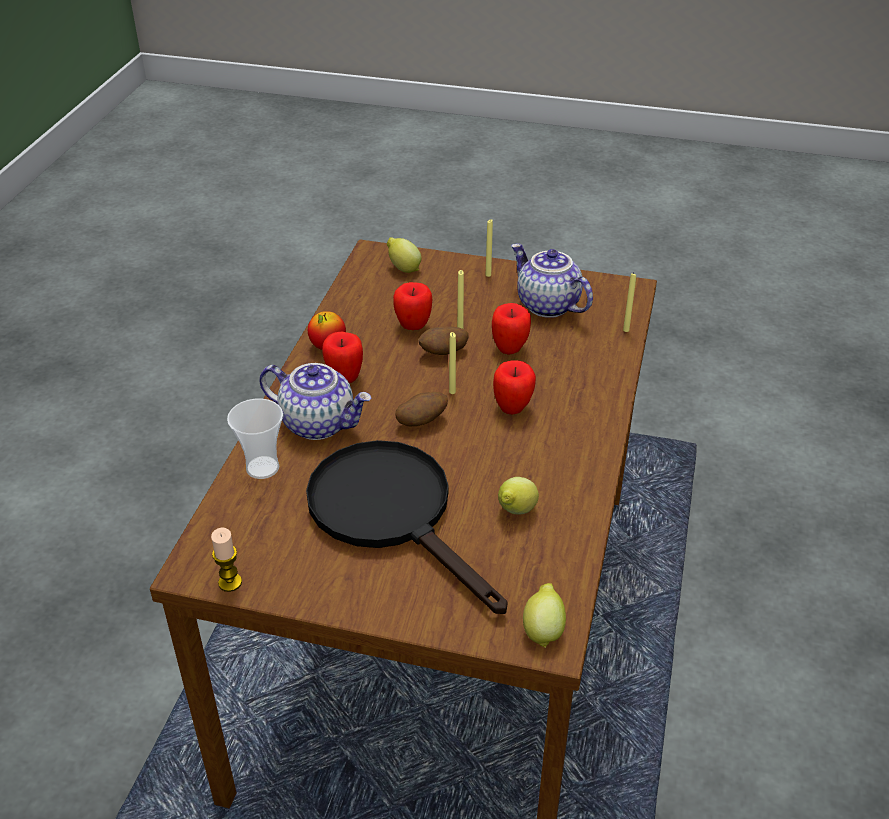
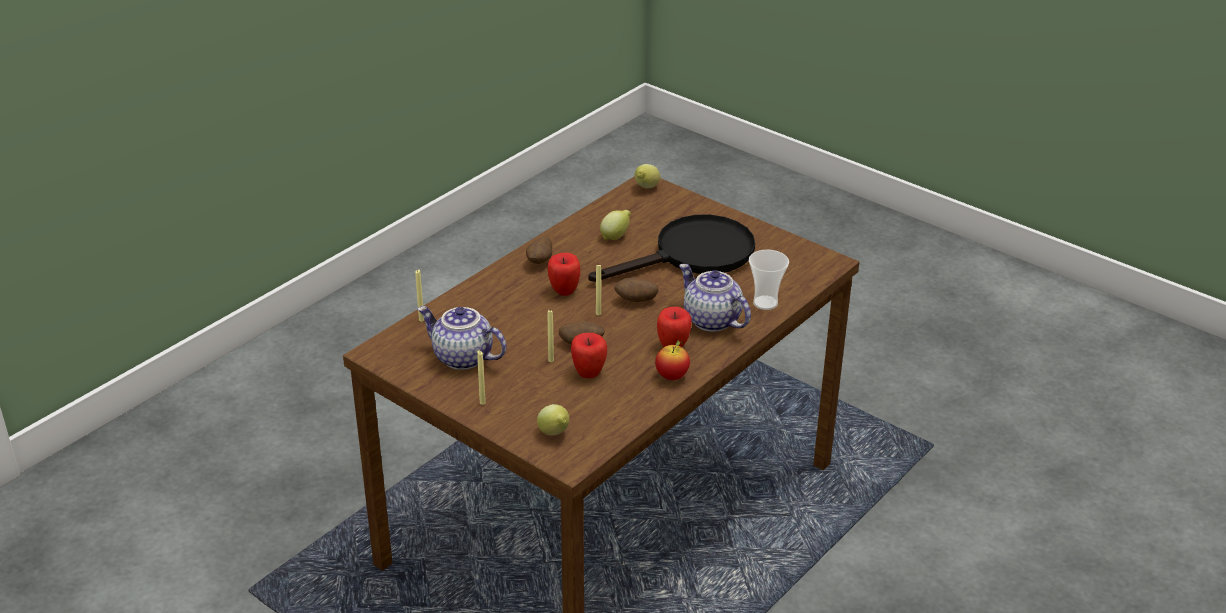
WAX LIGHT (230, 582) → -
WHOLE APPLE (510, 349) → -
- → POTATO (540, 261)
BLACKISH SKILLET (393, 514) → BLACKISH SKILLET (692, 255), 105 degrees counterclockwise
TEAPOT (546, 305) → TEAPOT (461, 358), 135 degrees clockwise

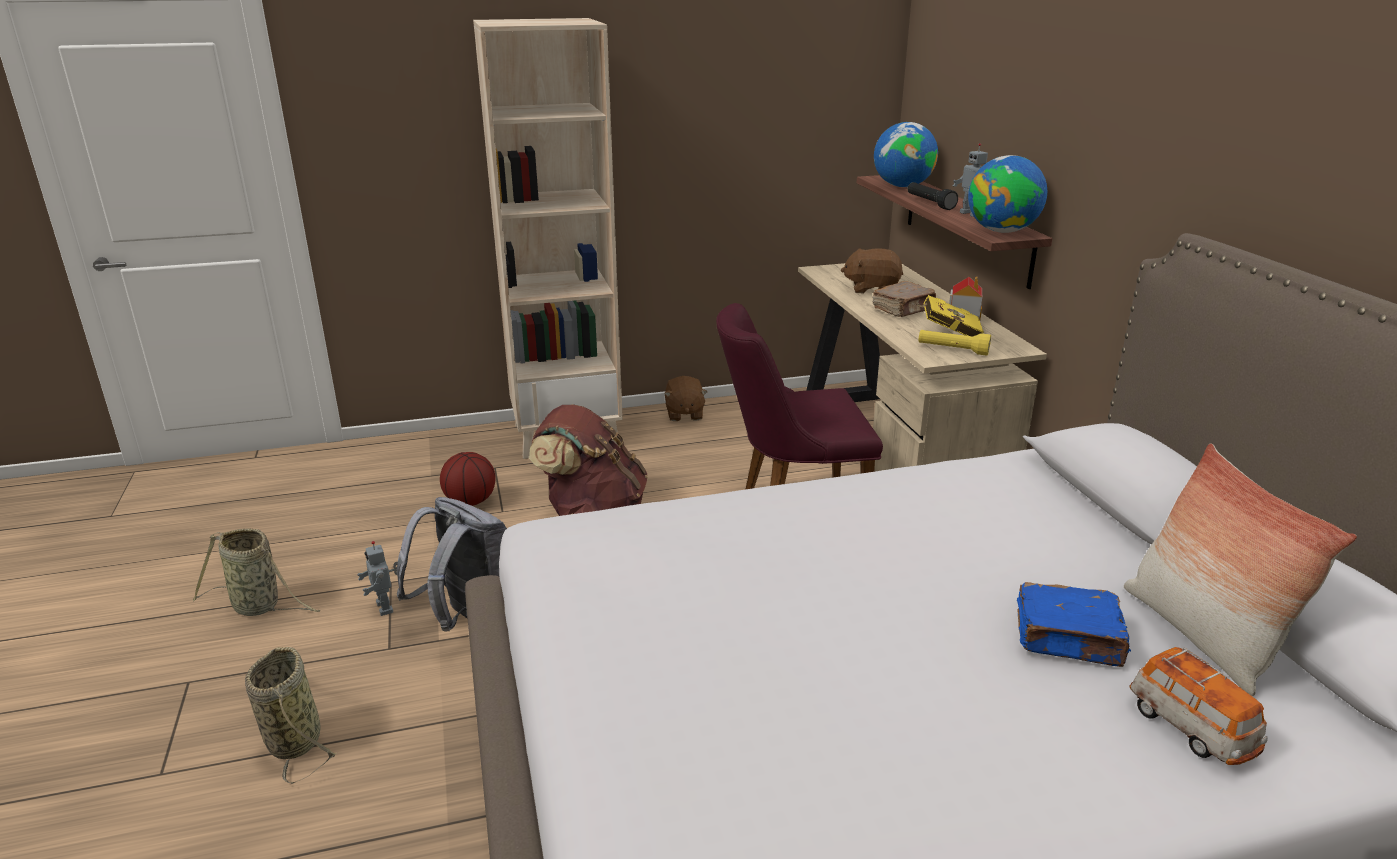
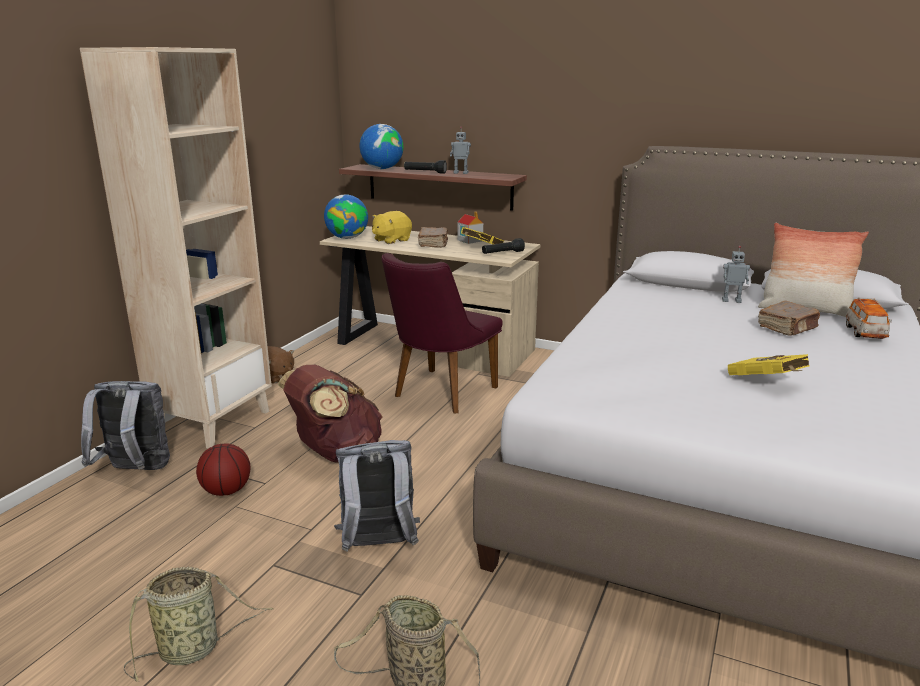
- → GRAY RUCKSACK (135, 471)
- → YELLOW-COLOURED VOLUME (767, 383)
MODEL ROBOT (386, 607) → MODEL ROBOT (731, 300), relocated
DESK GLOBE (1002, 231) → DESK GLOBE (347, 238), relocated
BROWN-COLOURED CUDDLY TOY (872, 289) → YELLOW-COLOURED CUDDLY TOY (391, 240)
YELLOW-COLOURED FLASHLIGHT (952, 350) → BLACKISH FLASHLIGHT (502, 253)
BLUE VOLUME (1069, 640) → BROWN-COLOURED VOLUME (787, 328)
MINIATURE CAR (1191, 728) → MINIATURE CAR (864, 333), 90 degrees clockwise

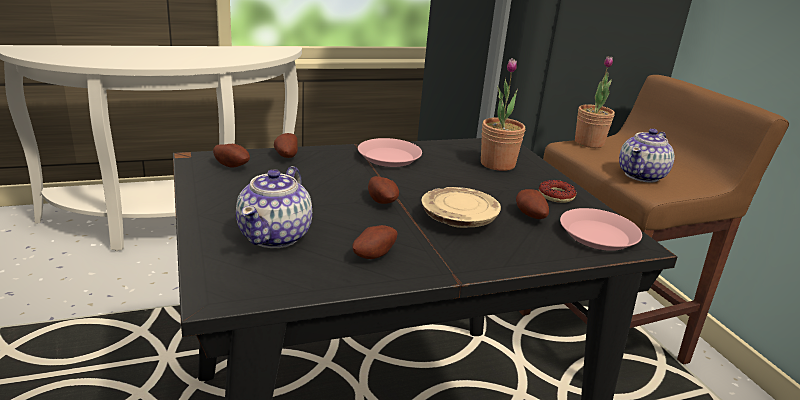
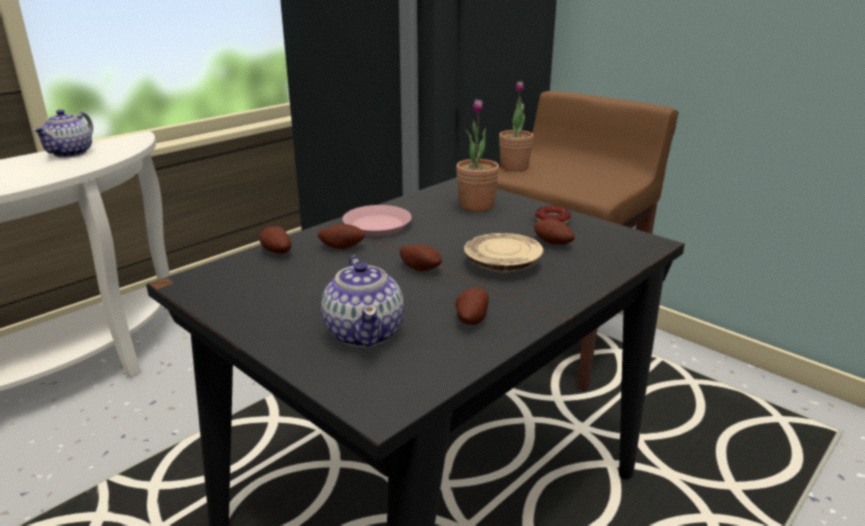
PINK-COLOURED DINNER PLATE (597, 235) → -
POTATO (232, 165) → POTATO (342, 247), relocated
TEAPOT (642, 175) → TEAPOT (71, 153), relocated

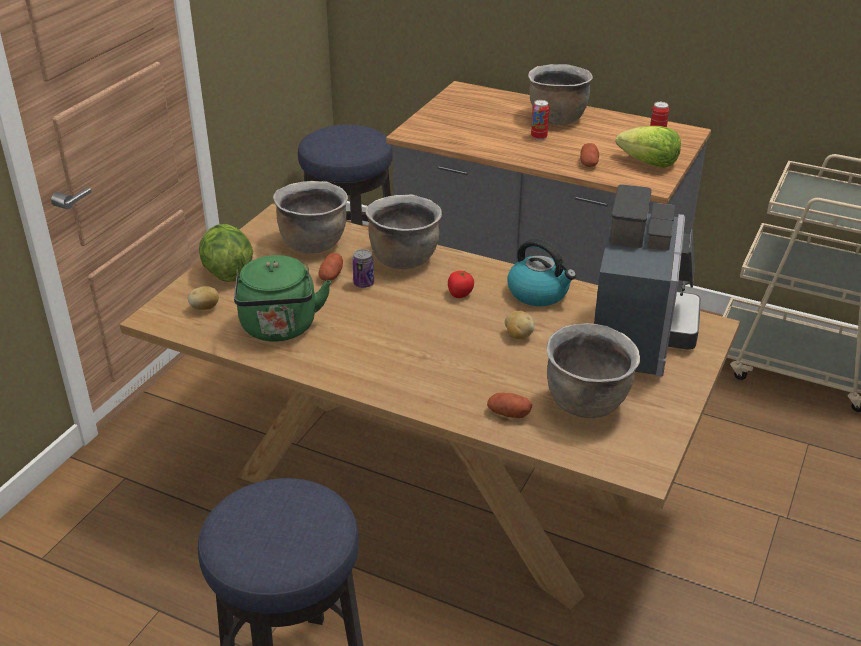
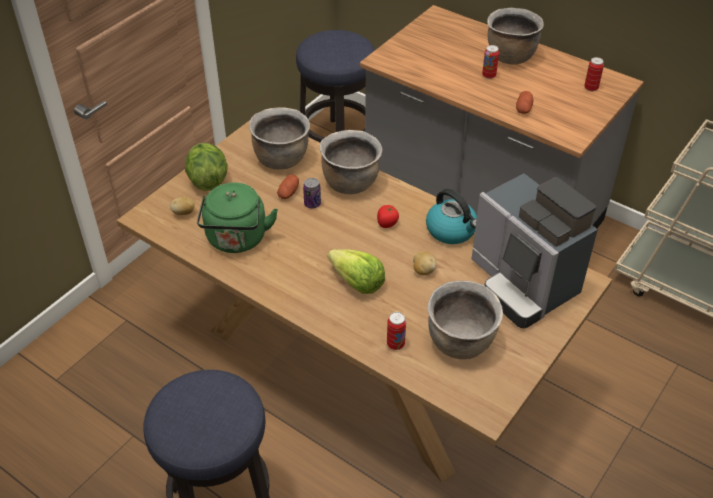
LETTUCE HEAD (648, 163) → LETTUCE HEAD (356, 283), relocated
POTATO (508, 414) → CAN (395, 344)
COFFEE BREWER (640, 336) → COFFEE BREWER (523, 284), 120 degrees clockwise

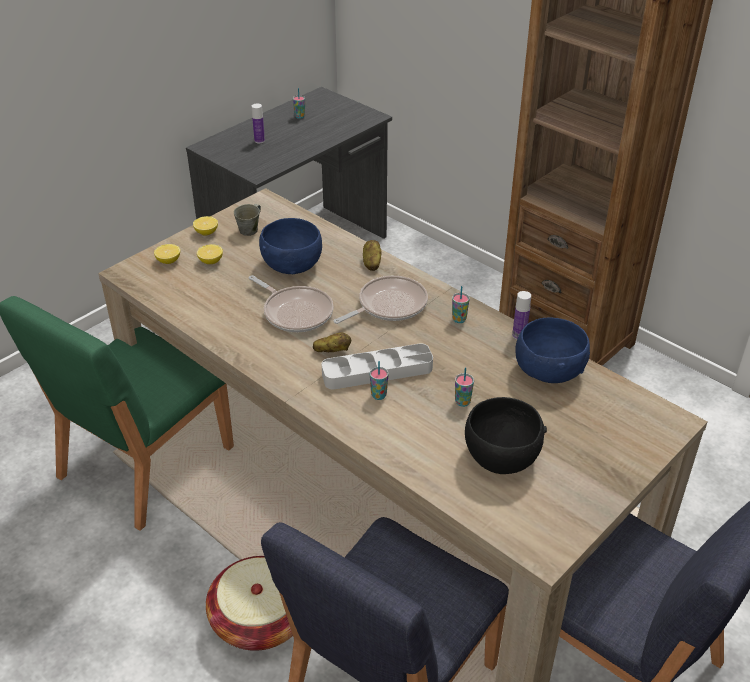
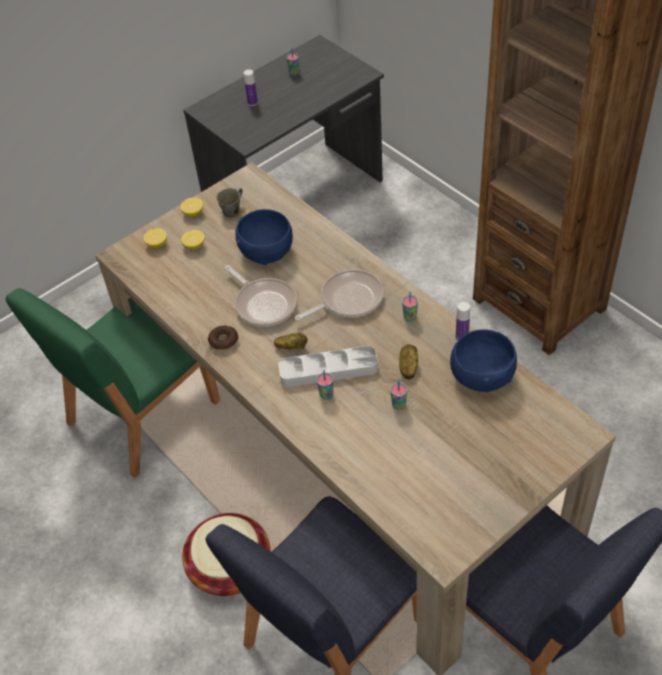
BLACKISH SERVING BOWL (501, 457) → -
- → RING DOUGHNUT (224, 341)
POTATO (371, 263) → POTATO (408, 367), relocated

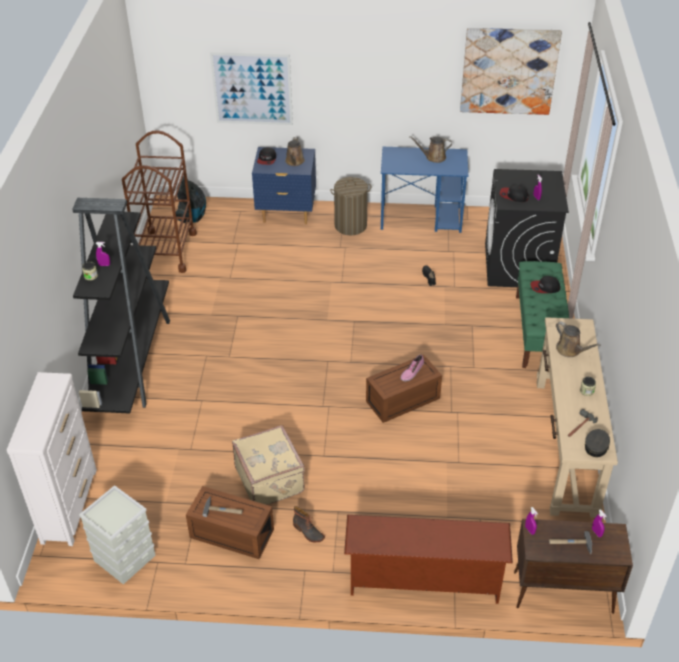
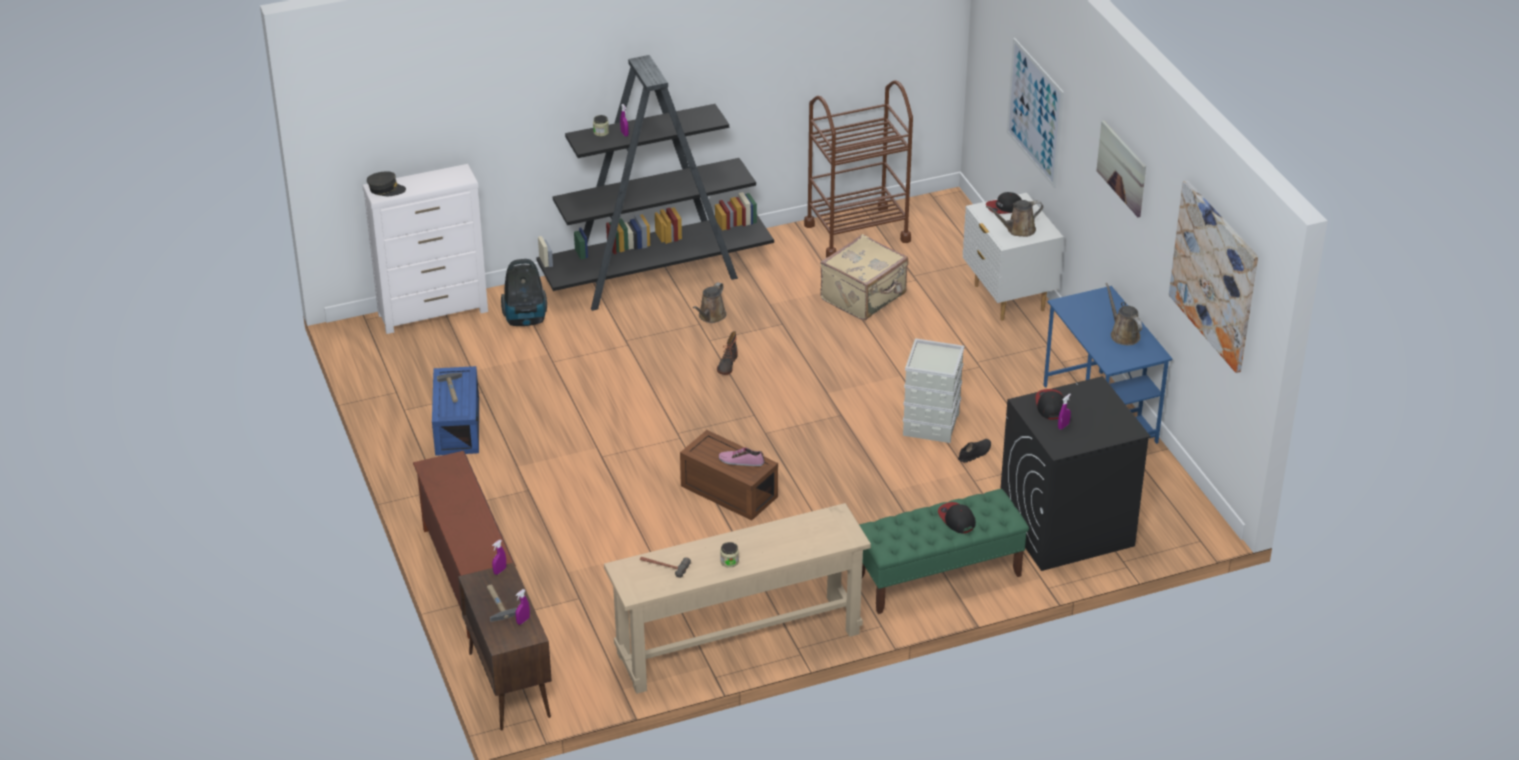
LAUNDRY BASKET (350, 225) → -
- → PICTURE (1122, 168)
GRAY STORAGE CONTAINER (124, 558) → GRAY STORAGE CONTAINER (930, 424), relocated
VACUUM CLEANER (193, 217) → VACUUM CLEANER (526, 319), relocated
BEIGE-COLOURED TRAVEL CASE (271, 479) → BEIGE-COLOURED TRAVEL CASE (864, 297), relocated
HIGH-TOP BOOT (308, 532) → HIGH-TOP BOOT (727, 364), relocated
BROWN-COLOURED WATERING POT (570, 350) → BROWN-COLOURED WATERING POT (711, 316), relocated
GRAY BASEBALL CAP (596, 446) → GRAY BASEBALL CAP (386, 189), relocated
BROWN-COLOURED STORAGE CONTAINER (230, 534) → BLUE STORAGE CONTAINER (456, 426)
BLUE BEDSIDE TABLE (286, 214) → WHITISH BEDSIDE TABLE (1008, 298)

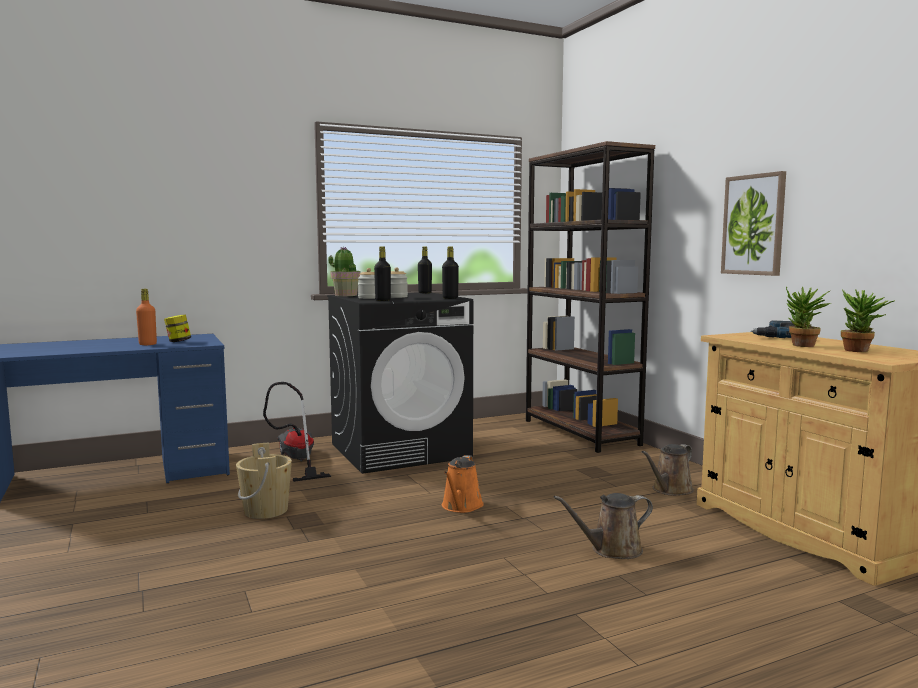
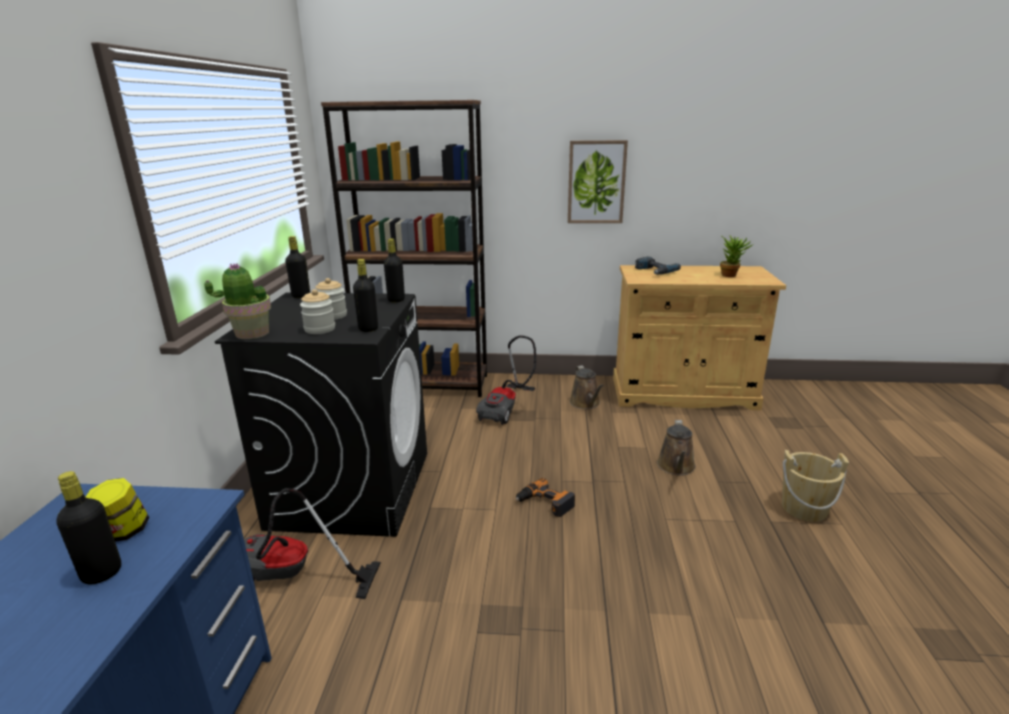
POTTED PLANT (802, 346) → -
- → VACUUM CLEANER (507, 409)
BEIGE-COLOURED PAIL (266, 510) → BEIGE-COLOURED PAIL (804, 508), relocated
ORANGE-COLOURED WATERING POT (461, 506) → DRILL (545, 503)
ORANGE-COLOURED BEVERAGE BOTTLE (147, 344) → BLACKISH BEVERAGE BOTTLE (102, 573)

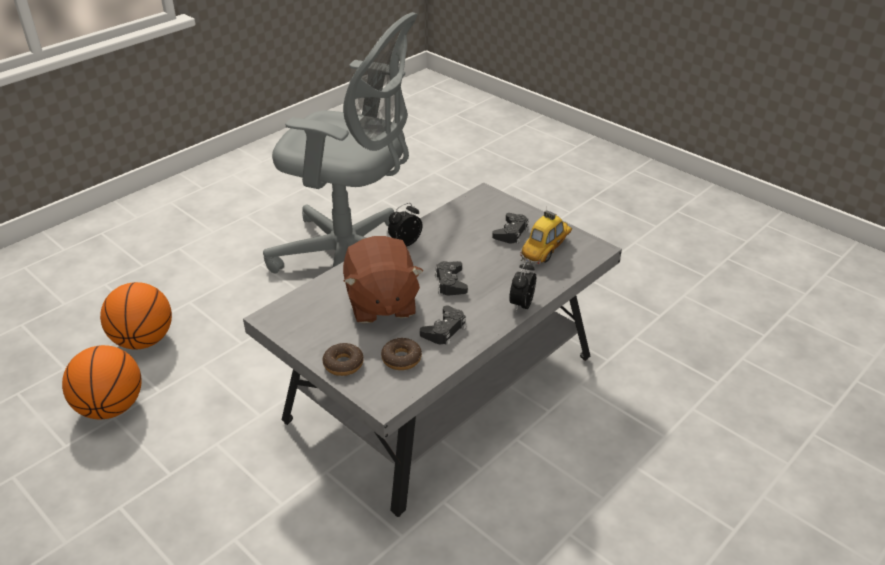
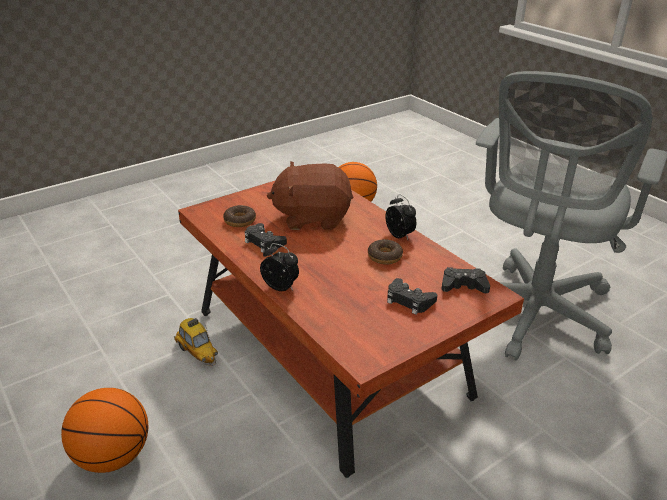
BALL FOR BASKETBALL (143, 340) → BALL FOR BASKETBALL (113, 456), relocated
RING DOUGHNUT (343, 364) → RING DOUGHNUT (384, 256), relocated
BLACKISH GAMEPAD (450, 283) → BLACKISH GAMEPAD (463, 286), relocated
MINIATURE CAR (546, 251) → MINIATURE CAR (197, 353), relocated
GRAY COFFEE TABLE (442, 388) → BROWN-COLOURED COFFEE TABLE (330, 354)

